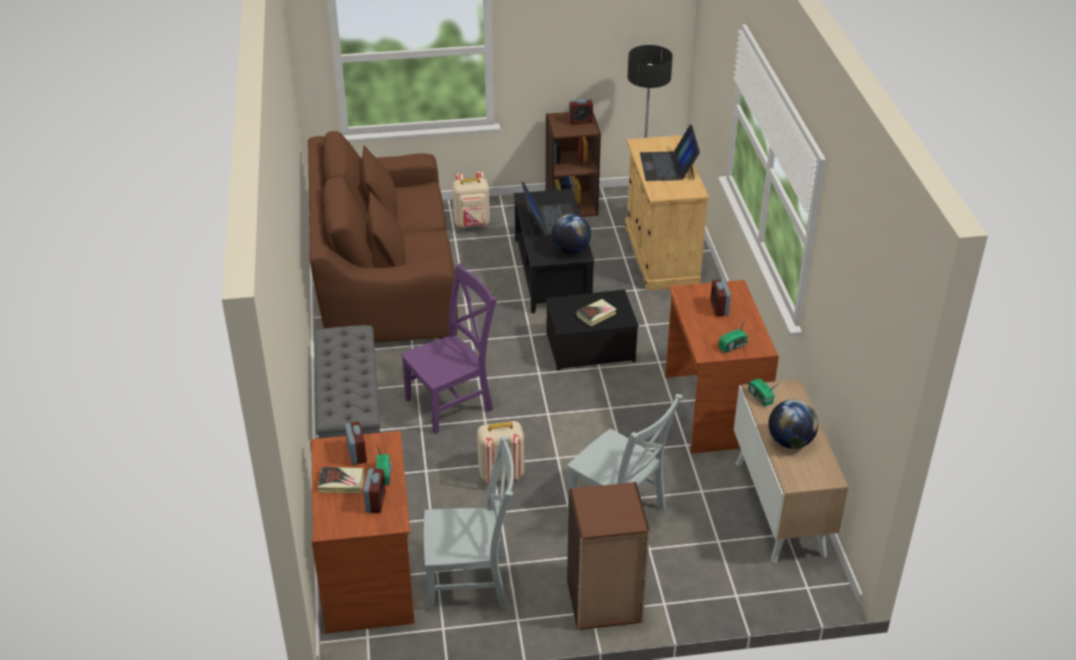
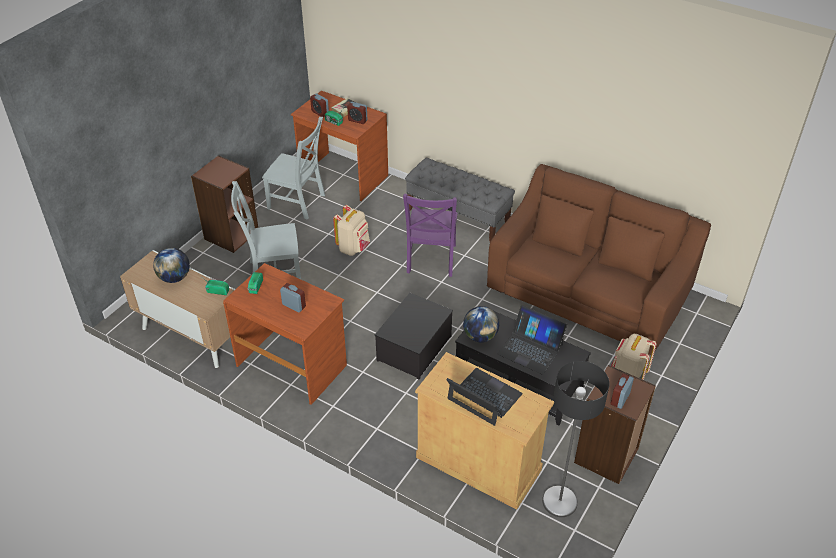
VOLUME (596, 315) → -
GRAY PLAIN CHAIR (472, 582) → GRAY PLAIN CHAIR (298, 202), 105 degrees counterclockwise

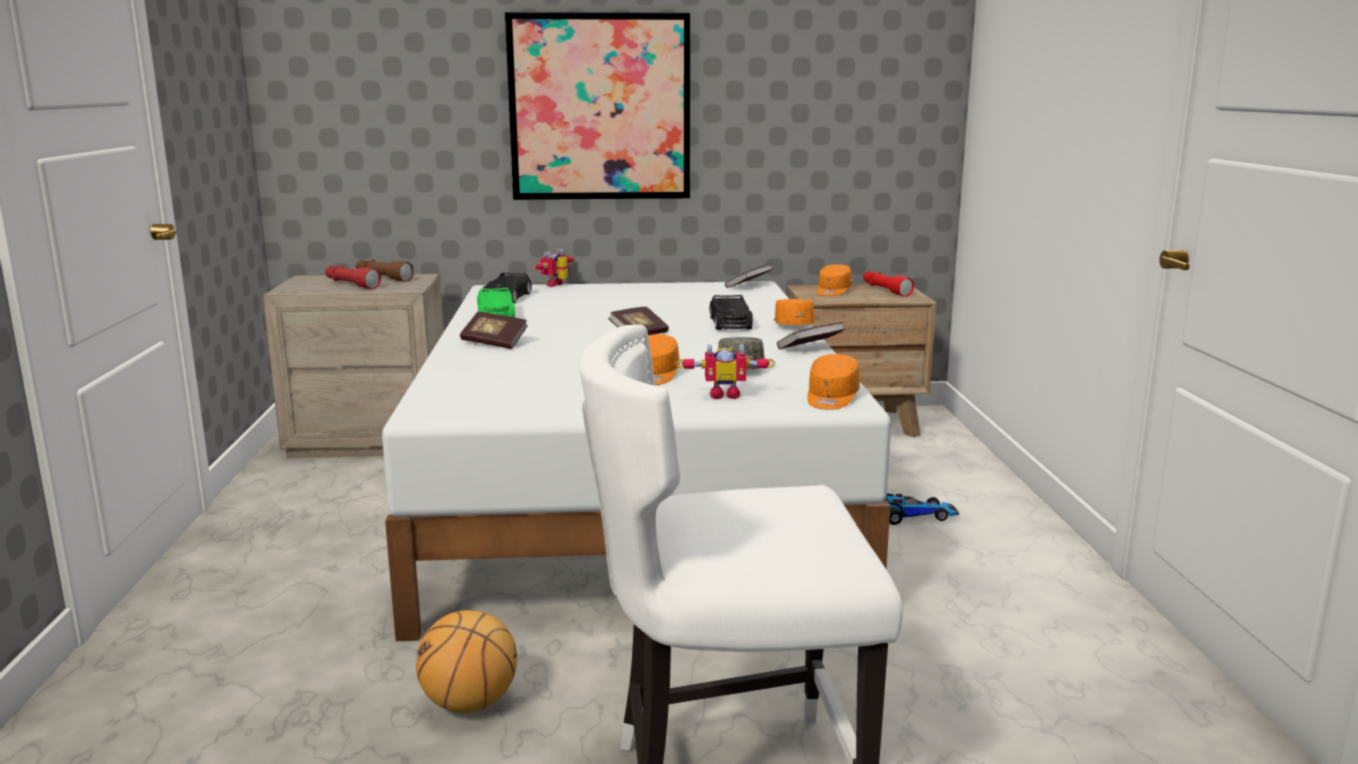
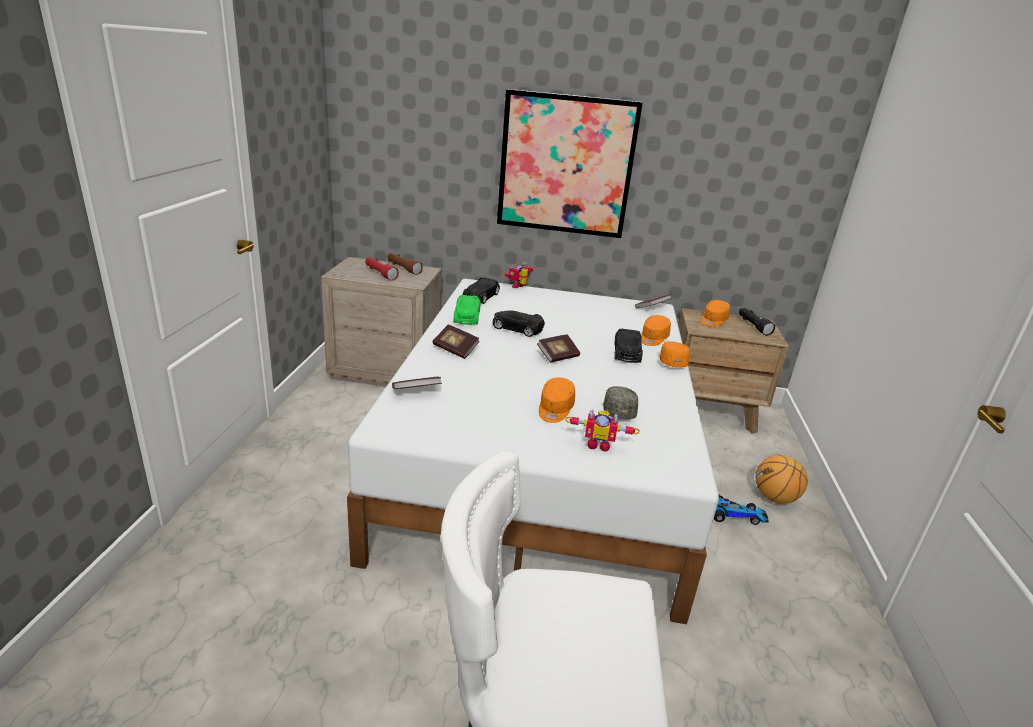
- → BLACKISH MINIATURE CAR (517, 328)
BALL FOR BASKETBALL (469, 704) → BALL FOR BASKETBALL (774, 498), relocated
VOLUME (810, 348) → VOLUME (416, 392), relocated
ORANGE-COLOURED BASEBALL CAP (831, 398) → ORANGE-COLOURED BASEBALL CAP (653, 338), relocated
REDDISH FLASHLIGHT (885, 291) → BLACKISH FLASHLIGHT (753, 326)

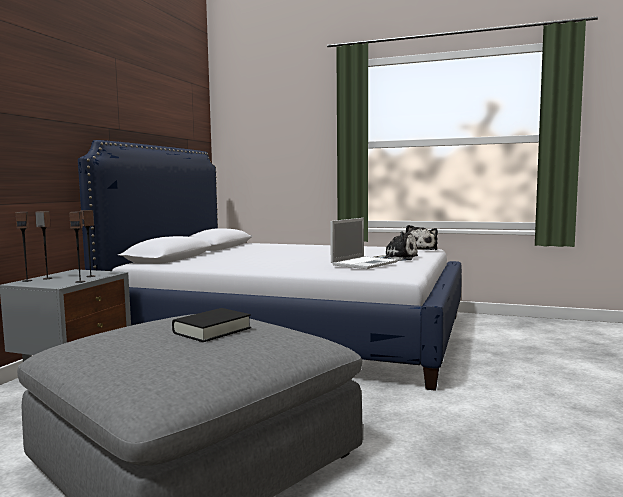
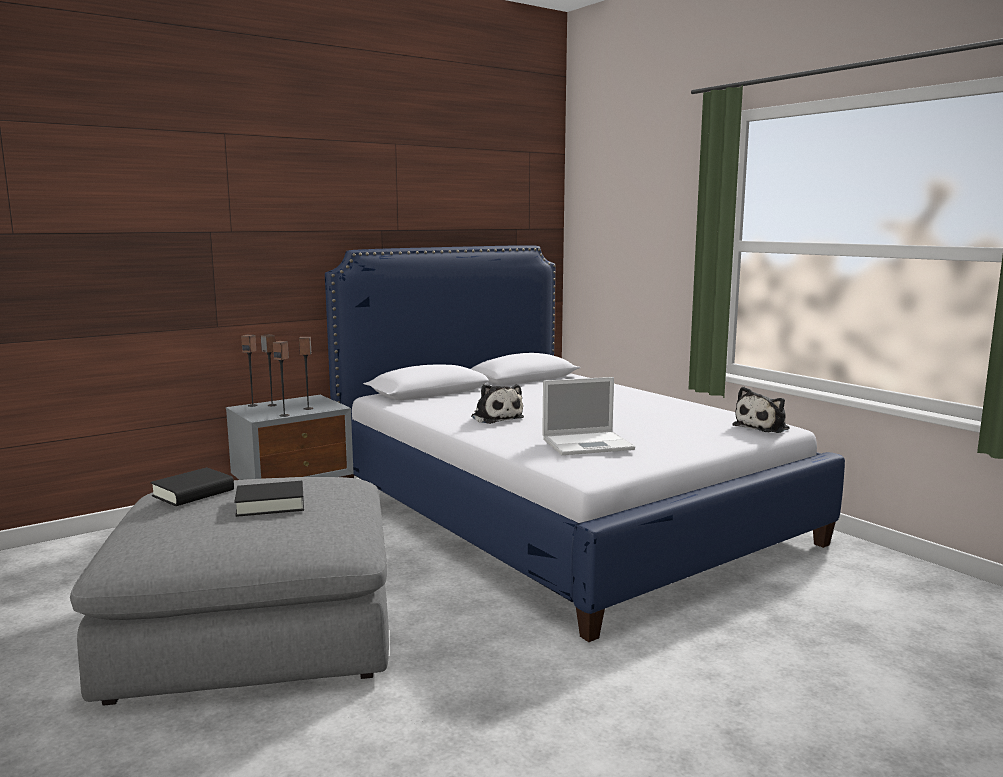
- → BLACKISH VOLUME (193, 493)
CUDDLY TOY (398, 258) → CUDDLY TOY (496, 418), relocated

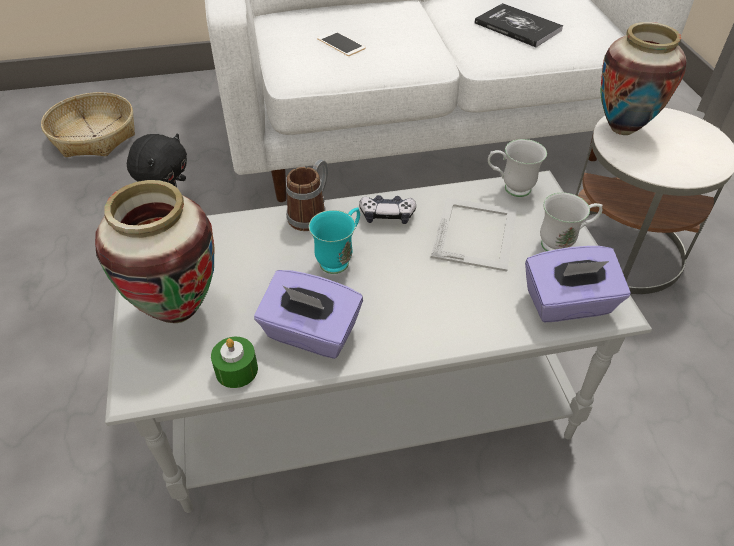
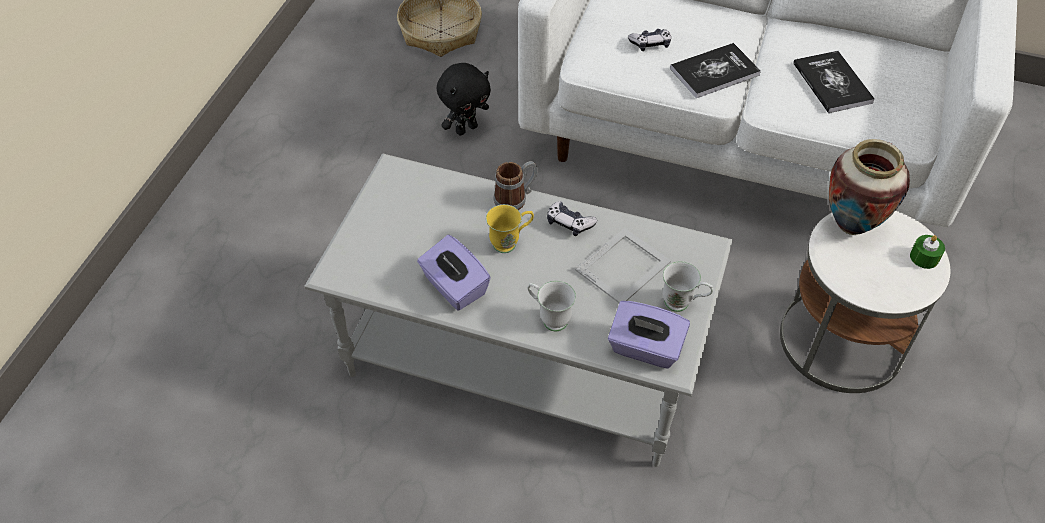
DECORATIVE VASE (179, 311) → -
- → VOLUME (714, 72)
GREENISH WAX LIGHT (236, 370) → GREENISH WAX LIGHT (924, 257), relocated
WHITISH MUG (510, 188) → WHITISH MUG (549, 318), relocated
PHONE (341, 44) → GAMEPAD (650, 44)
BLUE-GREEN MUG (339, 259) → YELLOW-COLOURED MUG (510, 242)

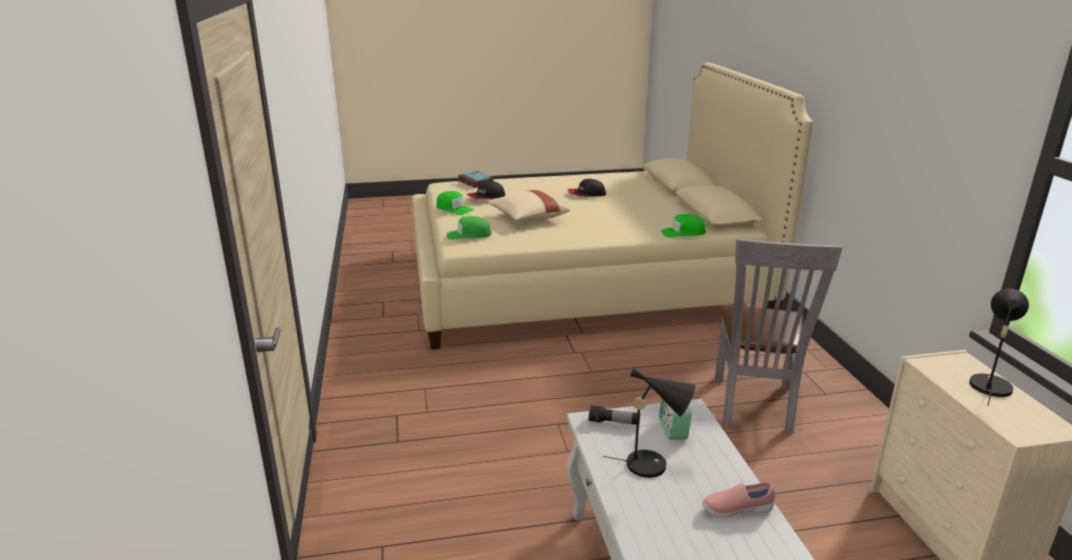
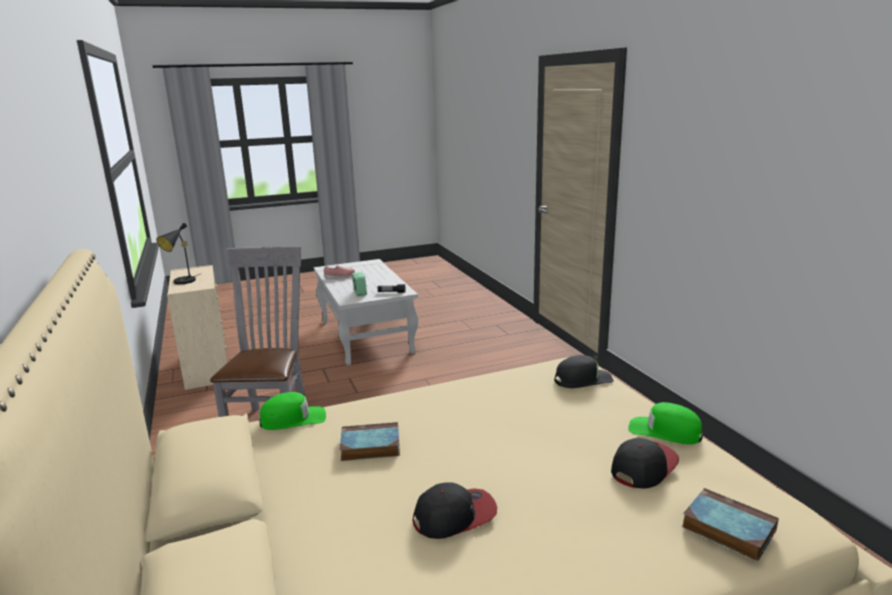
BEIGE-COLOURED CUSHION (527, 218) → -
BLACKISH TABLE LAMP (653, 465) → -
- → VOLUME (369, 446)
GREENISH BASEBALL CAP (468, 235) → BLACKISH BASEBALL CAP (582, 379)

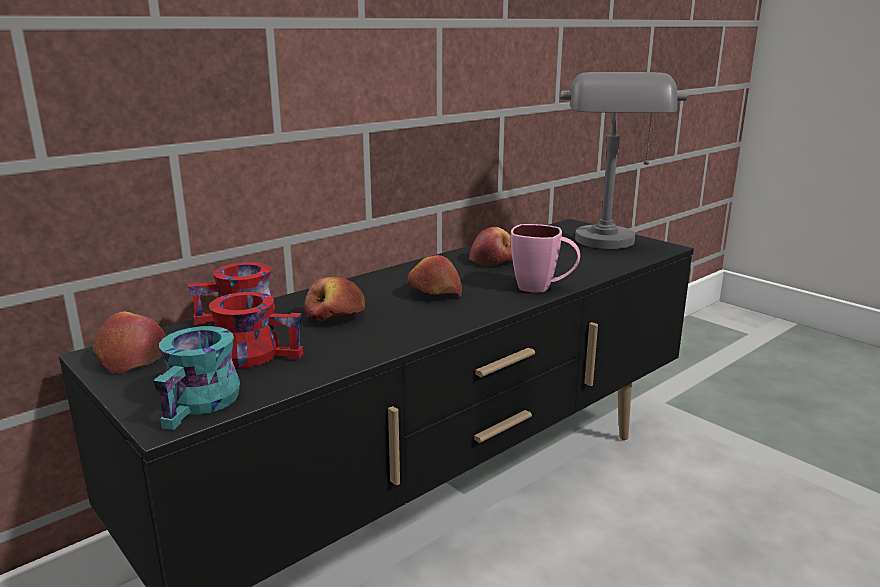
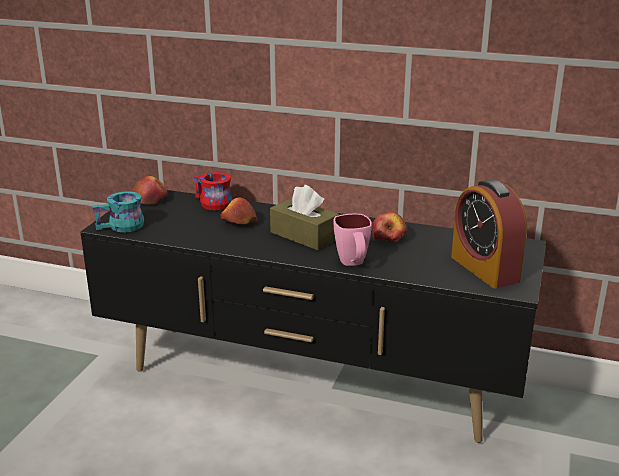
REDDISH MUG (259, 353) → -
WHOLE APPLE (434, 293) → BROWN-COLOURED BOX OF TISSUES (304, 236)
GRAY TABLE LAMP (609, 246) → TABLE CLOCK (484, 269)

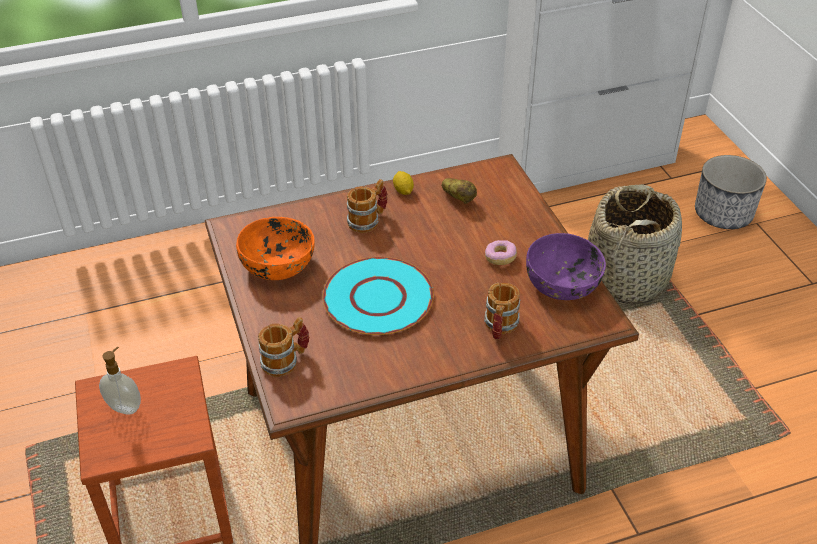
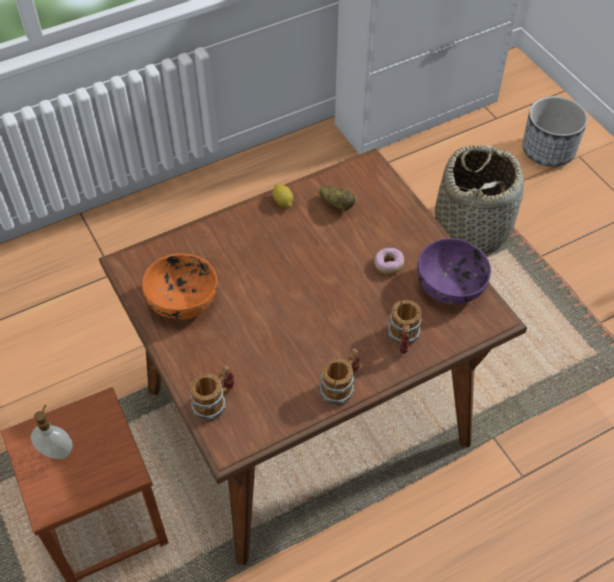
BLUE-GREEN DINNER PLATE (378, 298) → -
MUG (368, 220) → MUG (341, 387), relocated

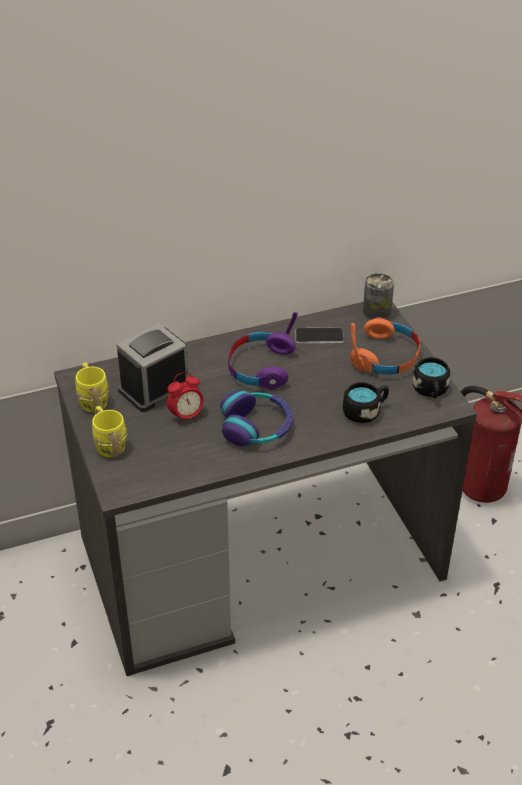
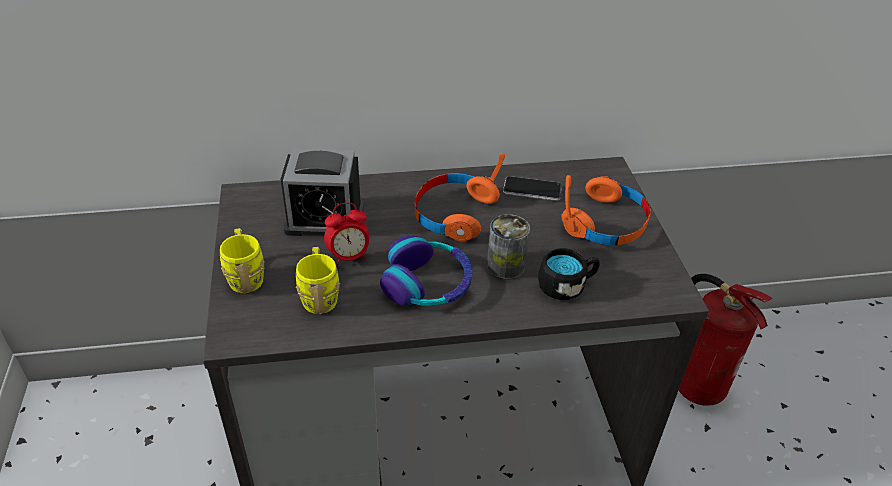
BLACKISH MUG (430, 391) → -
YELLOW-COLOURED MUG (92, 399) → YELLOW-COLOURED MUG (319, 295), relocated
CAN (377, 312) → CAN (505, 265), relocated
PURPLE-COLOURED HEADSET (260, 367) → ORANGE-COLOURED HEADSET (454, 214)
TABLE CLOCK (155, 388) → TABLE CLOCK (324, 219), 150 degrees counterclockwise

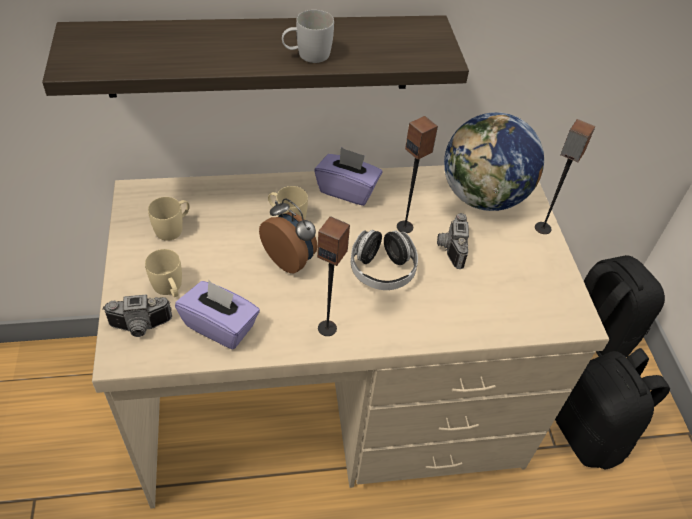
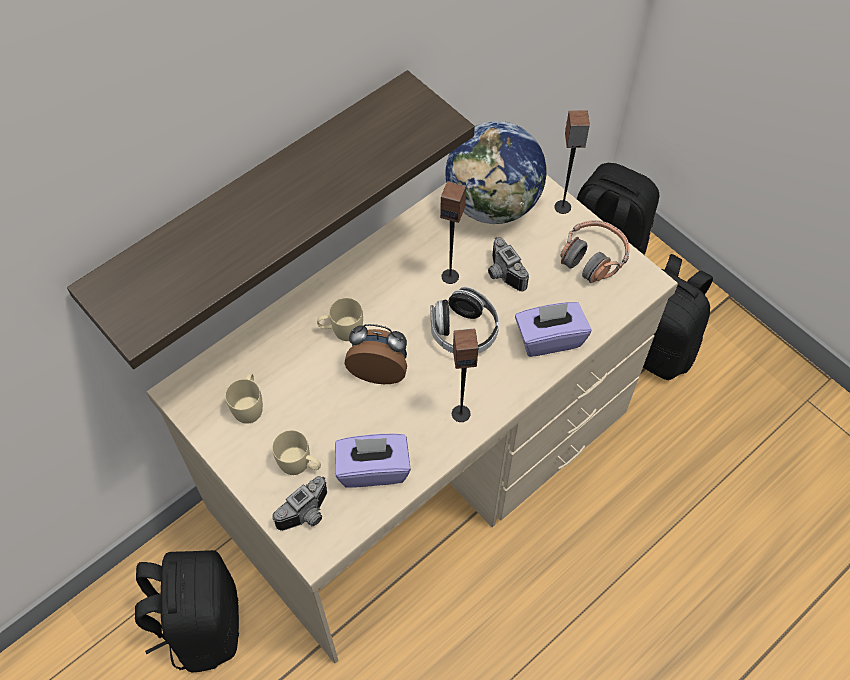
WHITISH MUG (307, 55) → -
- → BLACKISH RUCKSACK (202, 624)
- → HEADSET (593, 258)
PURPLE-COLOURED BOX OF TISSUES (347, 190) → PURPLE-COLOURED BOX OF TISSUES (549, 338), relocated

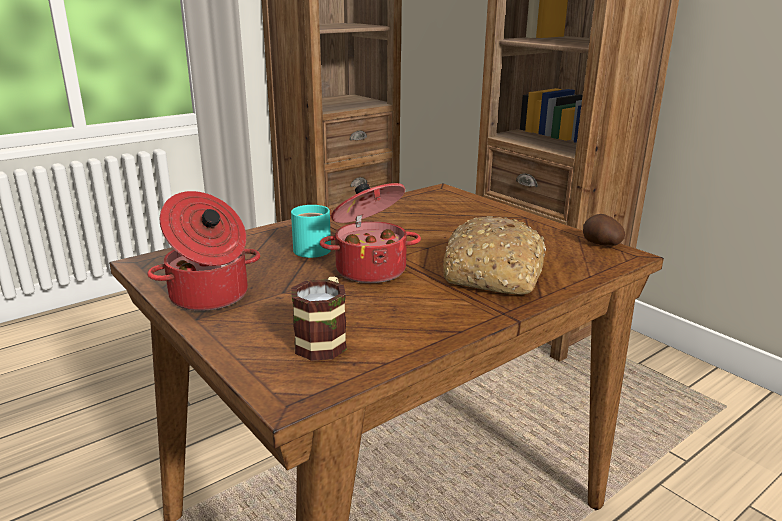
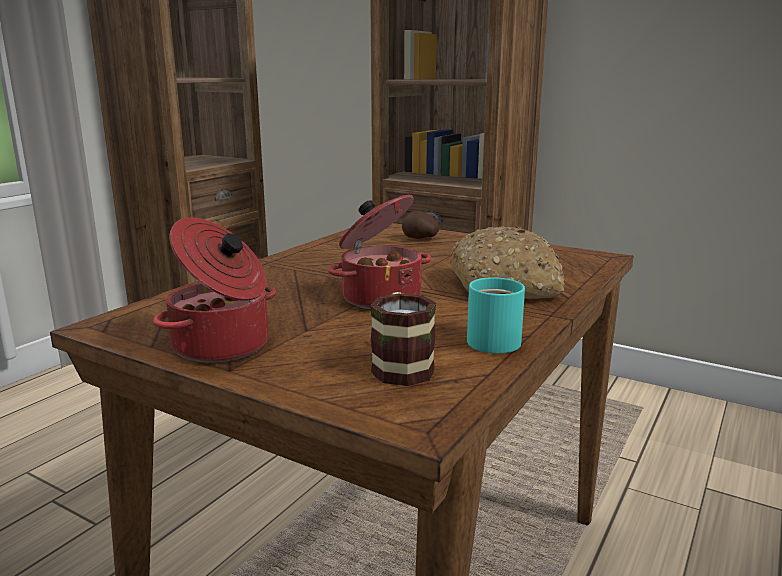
BLUE-GREEN MUG (313, 249) → BLUE-GREEN MUG (492, 340), relocated
POTATO (601, 244) → POTATO (420, 238), relocated

